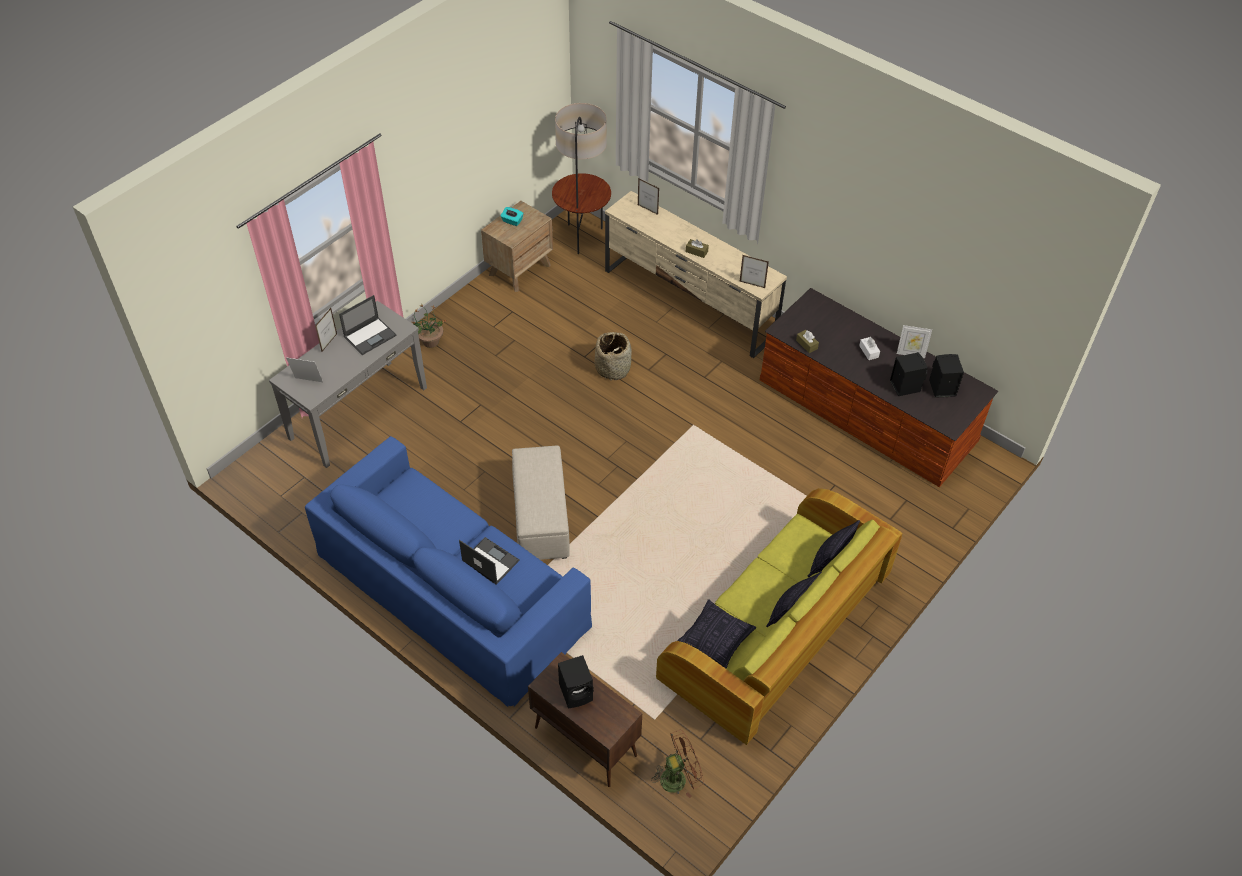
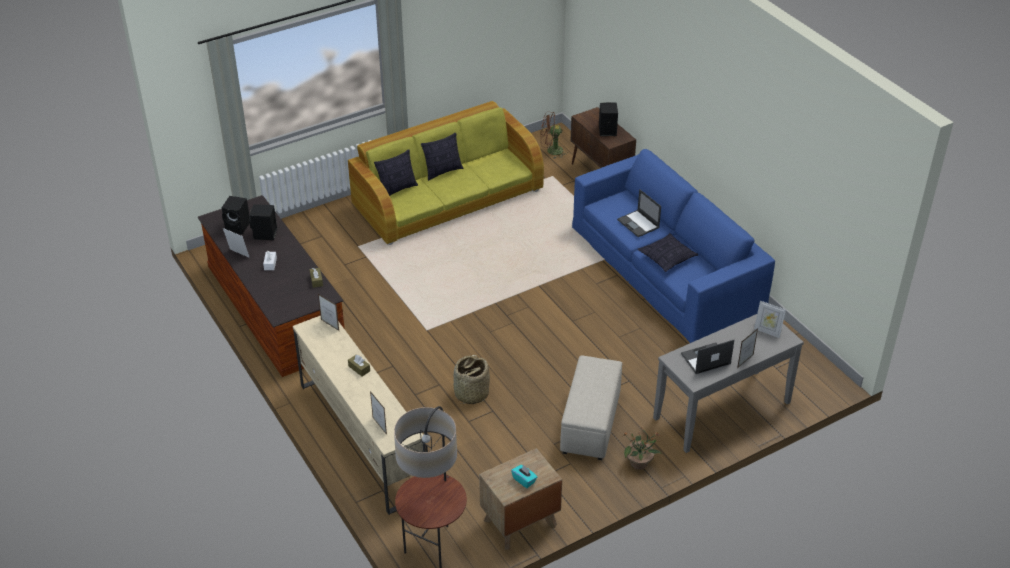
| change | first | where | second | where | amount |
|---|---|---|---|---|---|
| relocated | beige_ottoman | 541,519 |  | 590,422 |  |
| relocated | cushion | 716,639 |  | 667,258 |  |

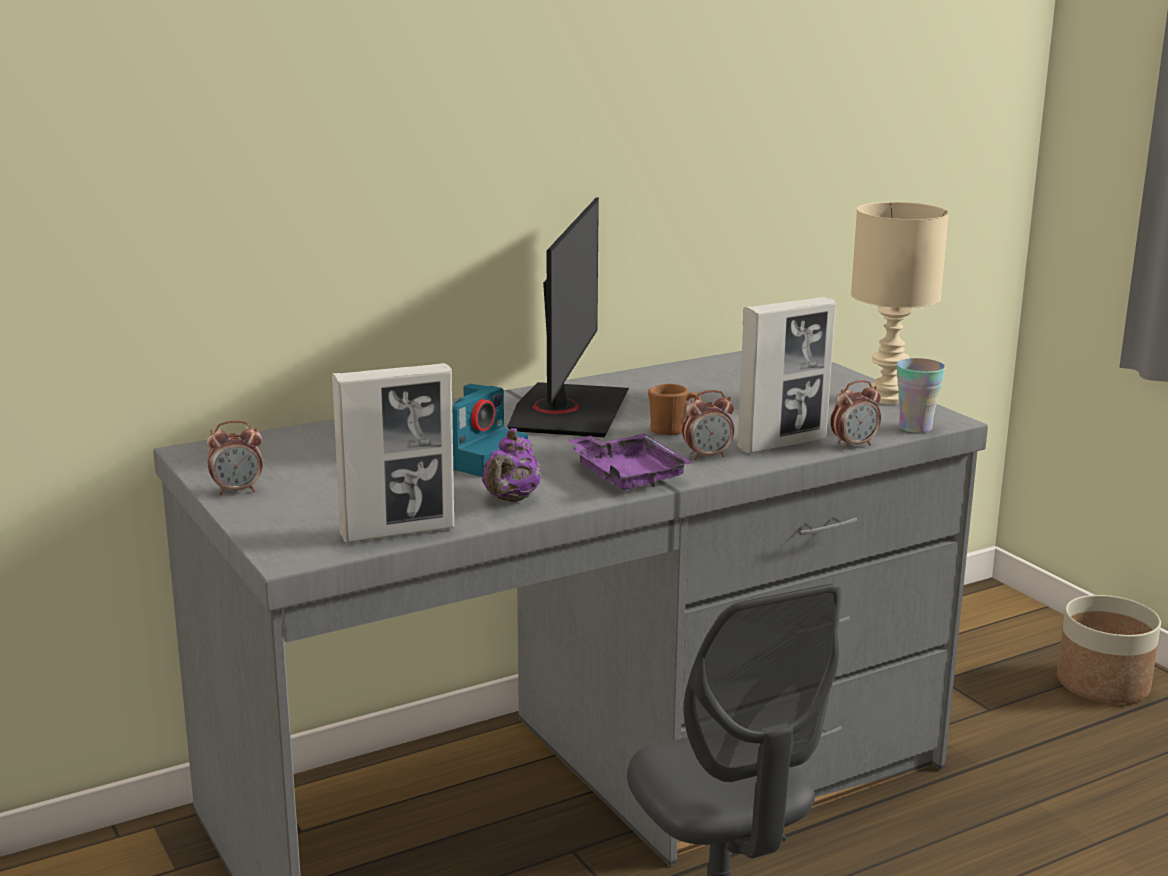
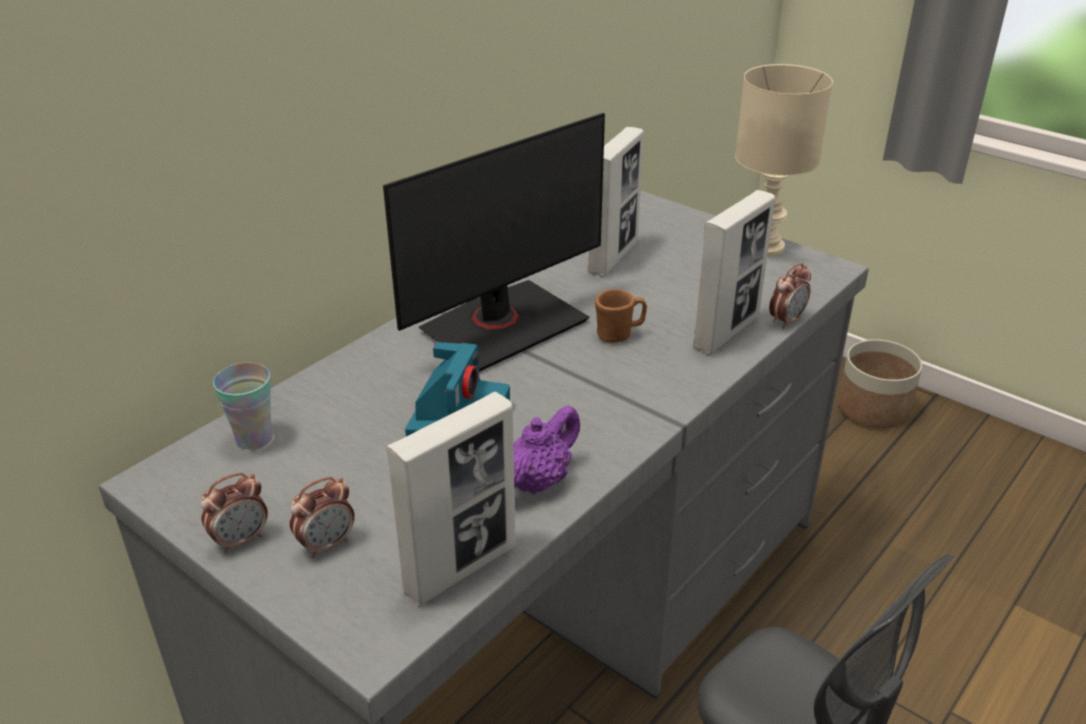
| change | first | where | second | where | amount |
|---|---|---|---|---|---|
| spun | purple-coloured_pot_for_tea | 511,499 |  | 539,480 | 135 degrees counterclockwise |
| spun | computer_display | 567,411 |  | 502,325 | 60 degrees clockwise |
| missing | purple-coloured_serving_tray | 627,475 |  |  |  |
| relocated | bedside_clock | 707,456 |  | 327,544 |  |
| relocated | drinking_cup | 915,428 |  | 254,438 |  |
| appeared |  |  | picture_frame | 613,257 |  |

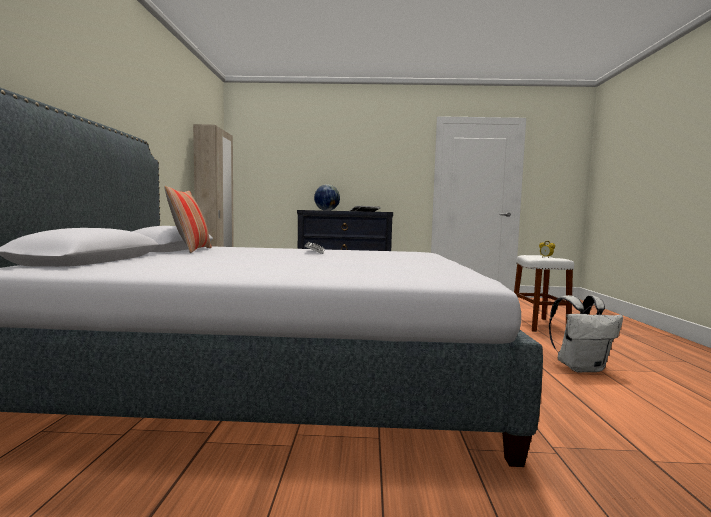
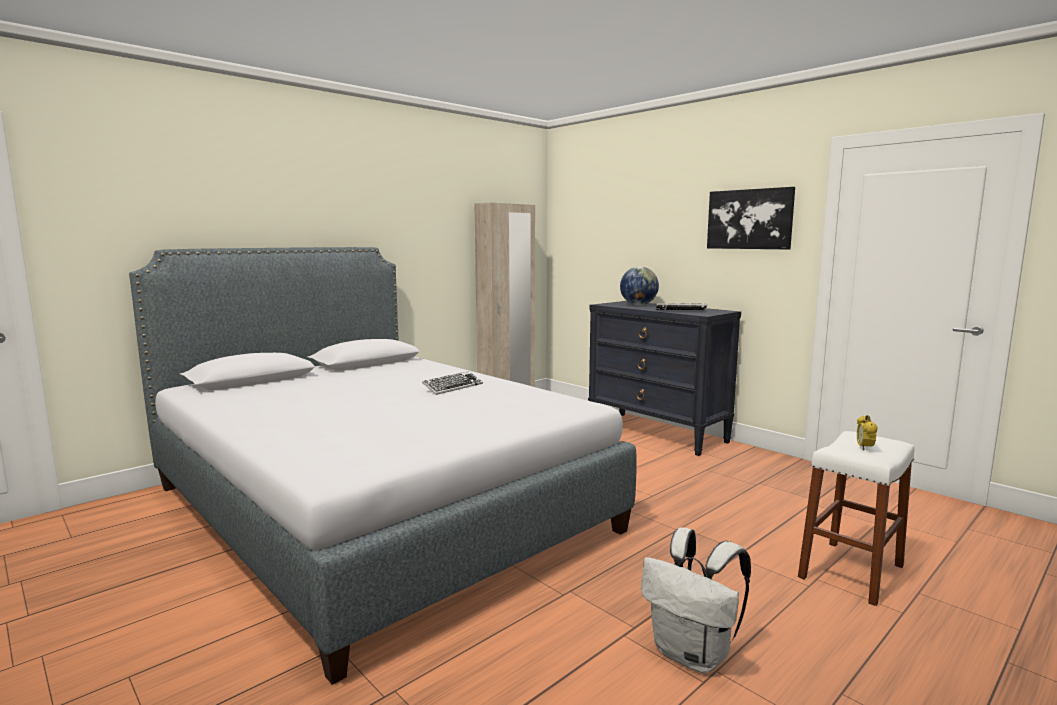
| change | first | where | second | where | amount |
|---|---|---|---|---|---|
| missing | cushion | 191,250 |  |  |  |
| appeared |  |  | wall_art | 749,219 |  |

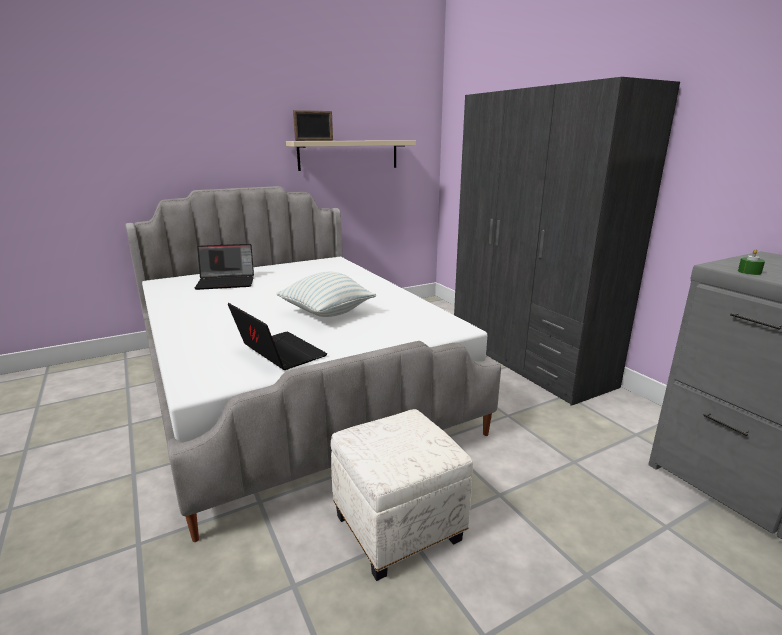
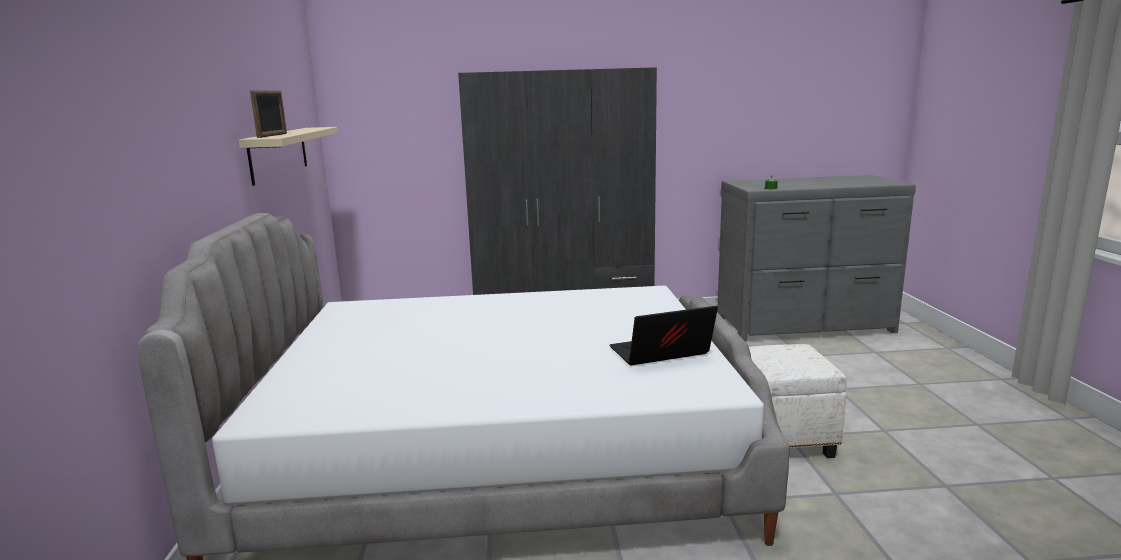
| change | first | where | second | where | amount |
|---|---|---|---|---|---|
| missing | notebook_computer | 227,282 |  |  |  |
| missing | cushion | 326,313 |  |  |  |

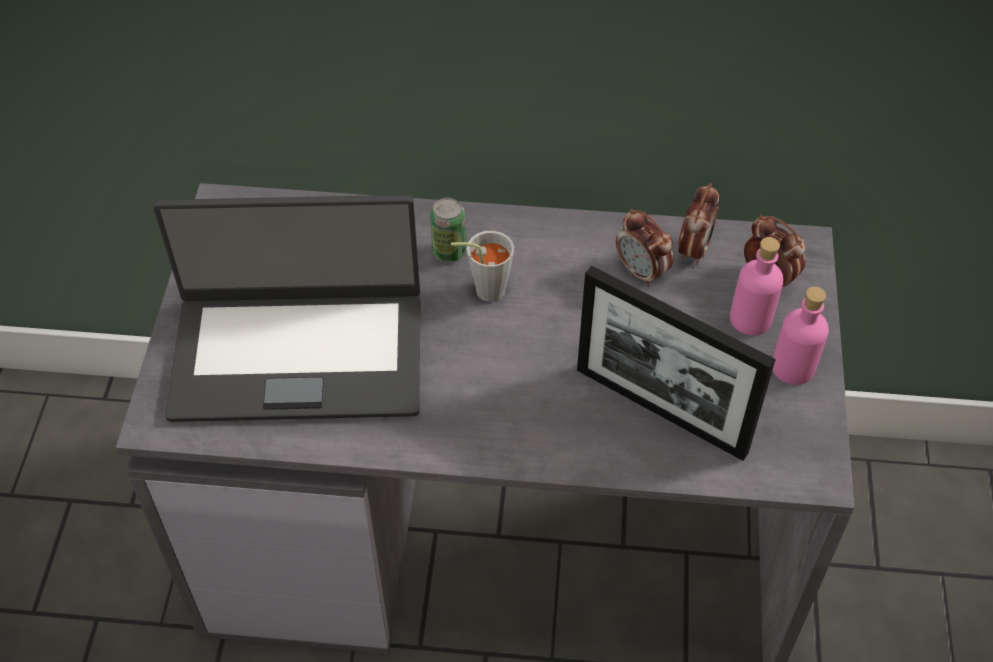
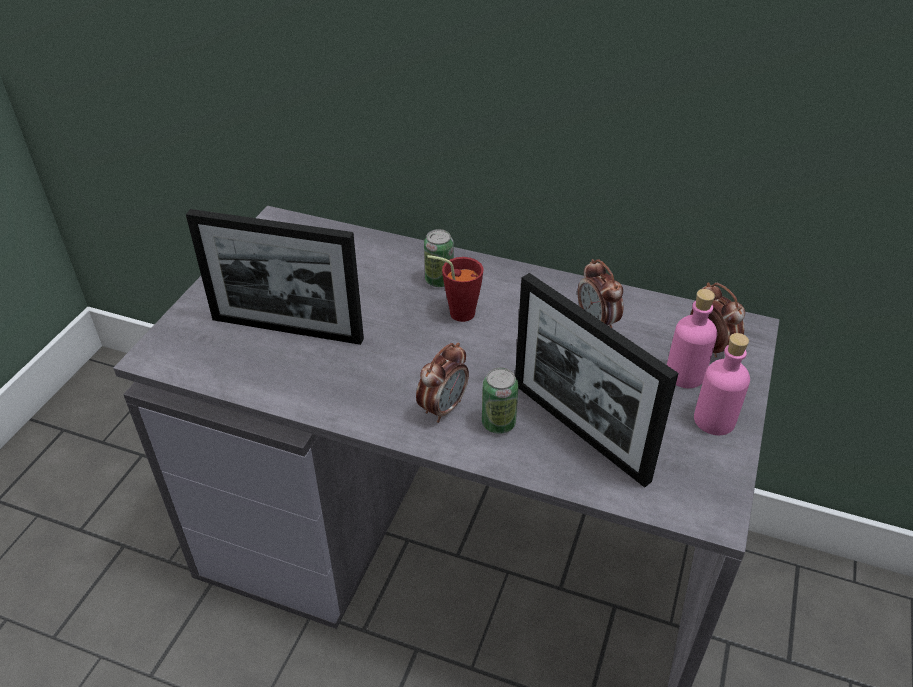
| change | first | where | second | where | amount |
|---|---|---|---|---|---|
| exchanged | notebook_computer | 298,353 | picture_frame | 287,329 |  |
| colour | gray_drinking_cup | 483,290 | red_drinking_cup | 456,312 |  |
| relocated | bedside_clock | 694,249 |  | 443,408 |  |
| appeared |  |  | sealed_can | 498,423 |  |

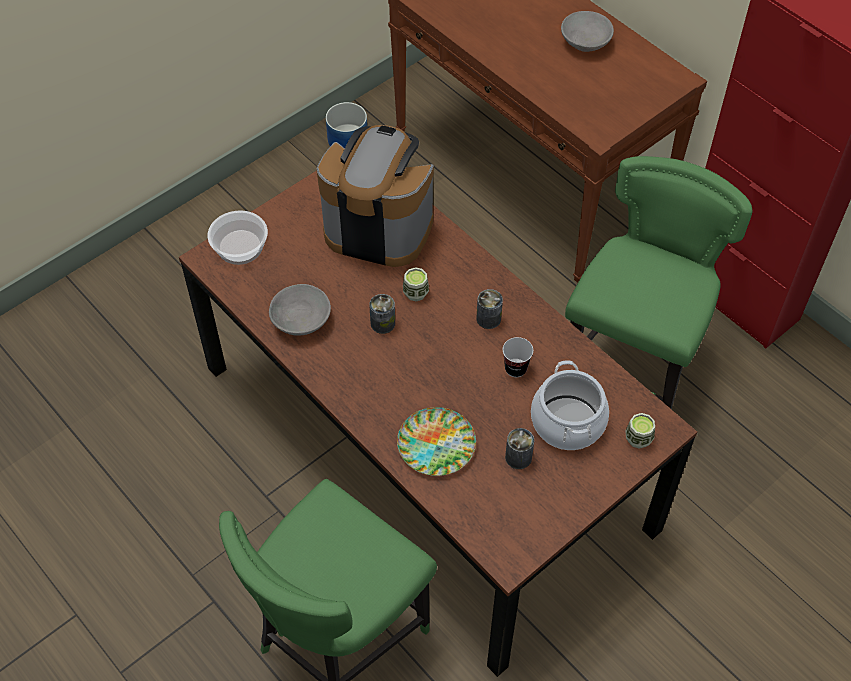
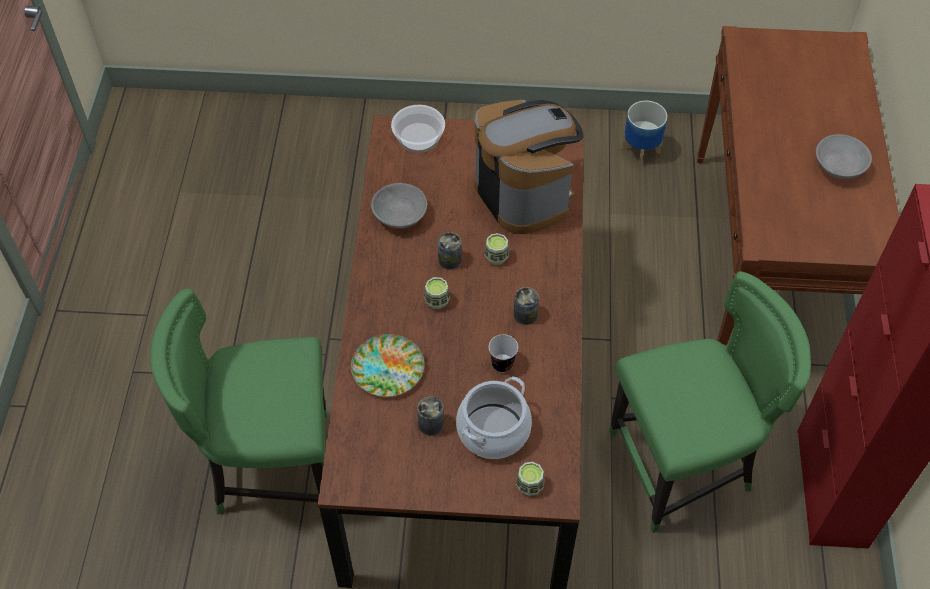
| change | first | where | second | where | amount |
|---|---|---|---|---|---|
| appeared |  |  | drinking_cup | 437,301 |  |

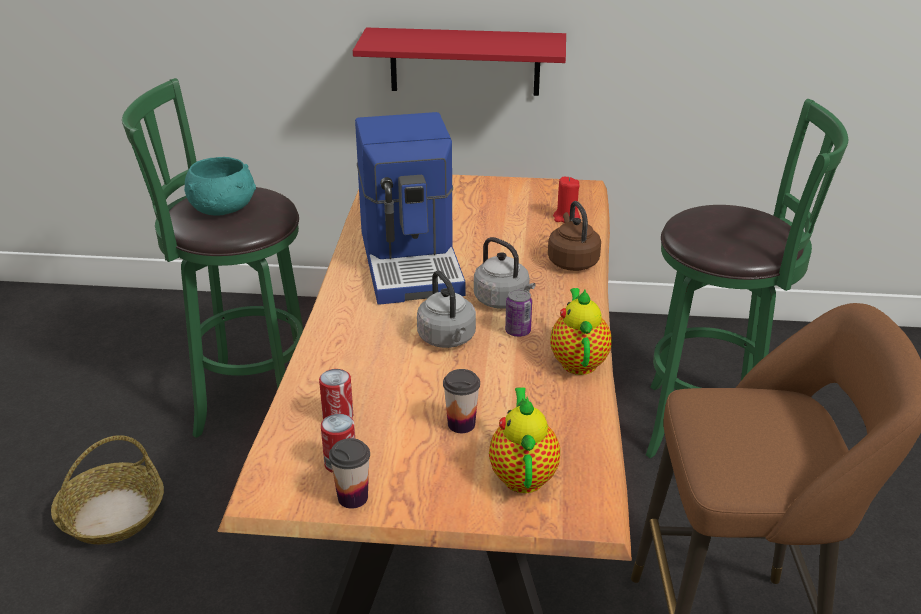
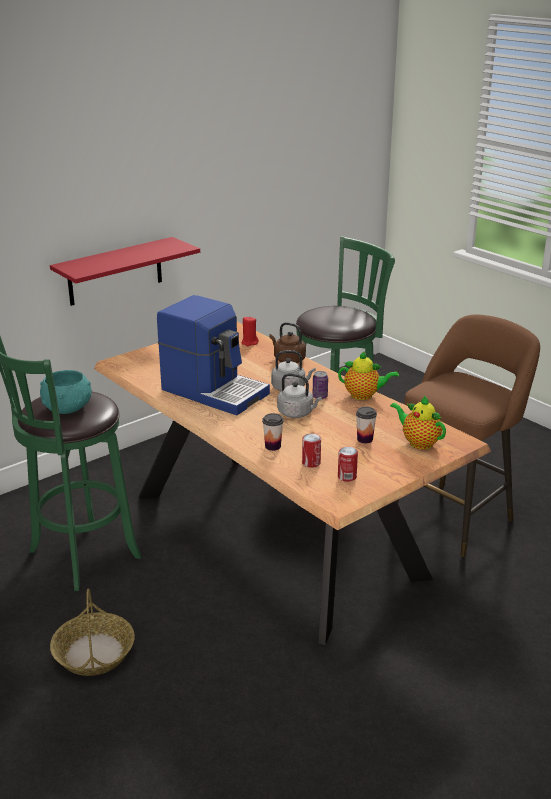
| change | first | where | second | where | amount |
|---|---|---|---|---|---|
| relocated | drinking_cup | 352,498 |  | 273,446 |  |
| spun | pot_for_tea | 578,361 |  | 364,395 | 150 degrees clockwise |

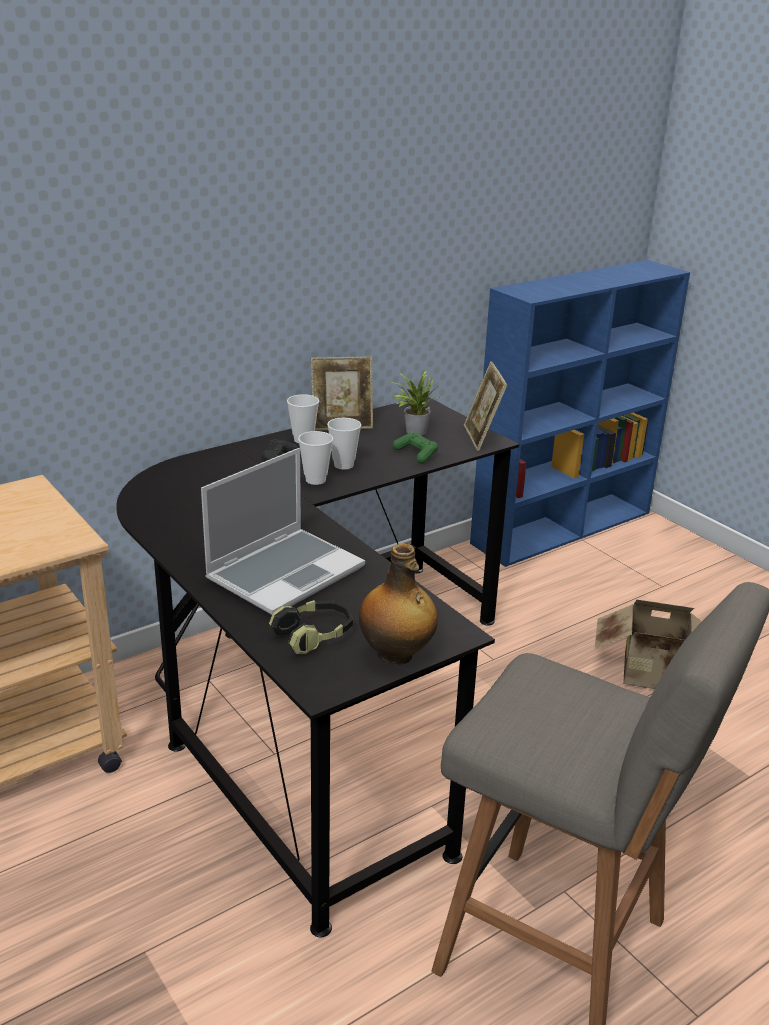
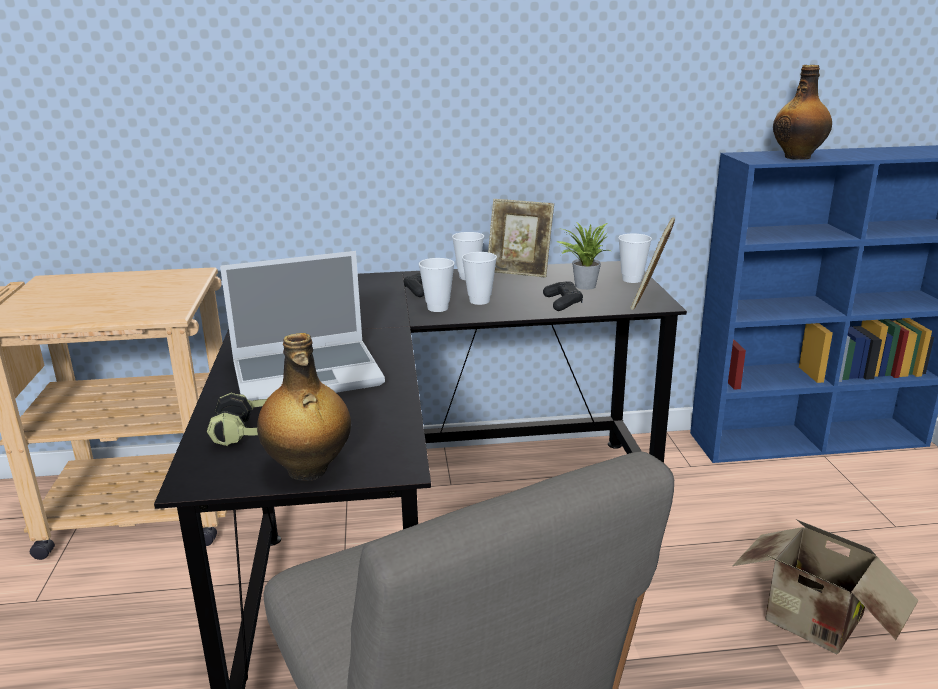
| change | first | where | second | where | amount |
|---|---|---|---|---|---|
| colour | green-coloured_gamepad | 416,454 | blackish_gamepad | 563,303 |  |
| appeared |  |  | drinking_cup | 632,279 |  |
| appeared |  |  | drink_bottle | 798,157 |  |

